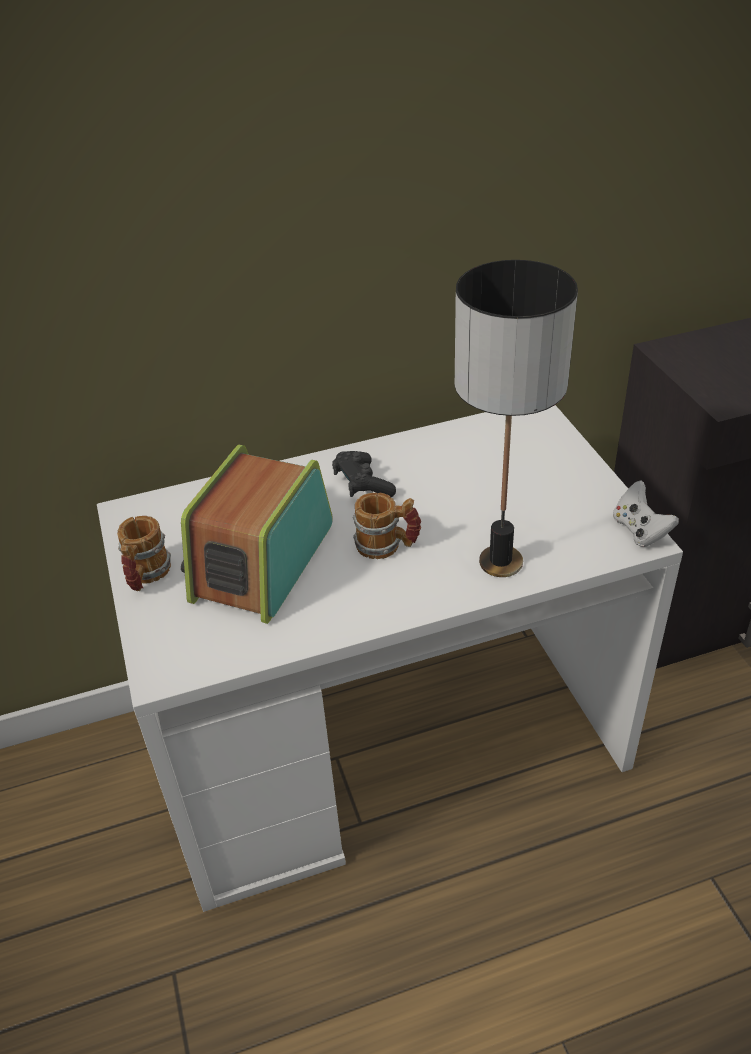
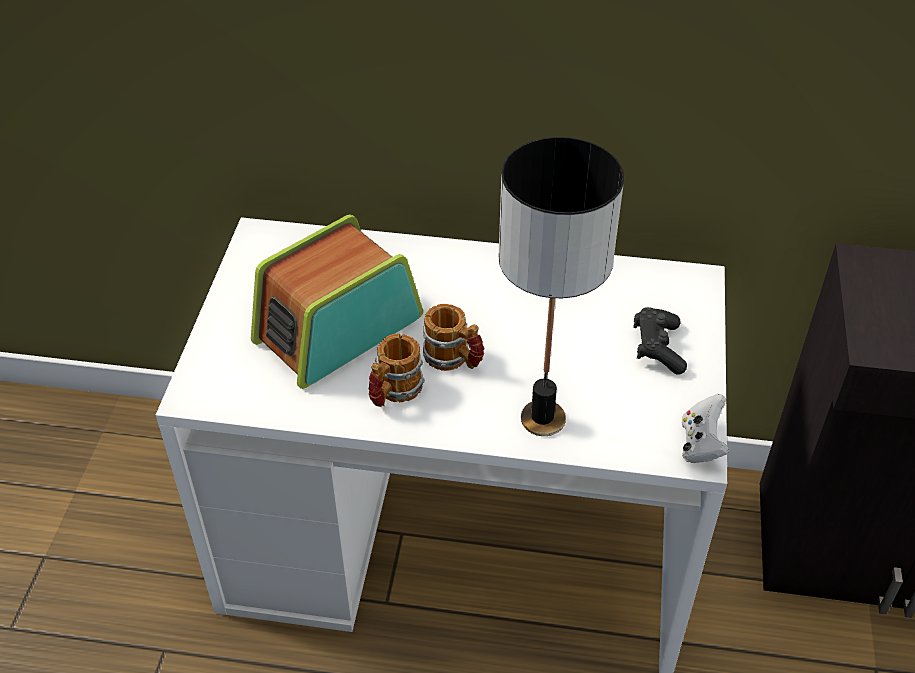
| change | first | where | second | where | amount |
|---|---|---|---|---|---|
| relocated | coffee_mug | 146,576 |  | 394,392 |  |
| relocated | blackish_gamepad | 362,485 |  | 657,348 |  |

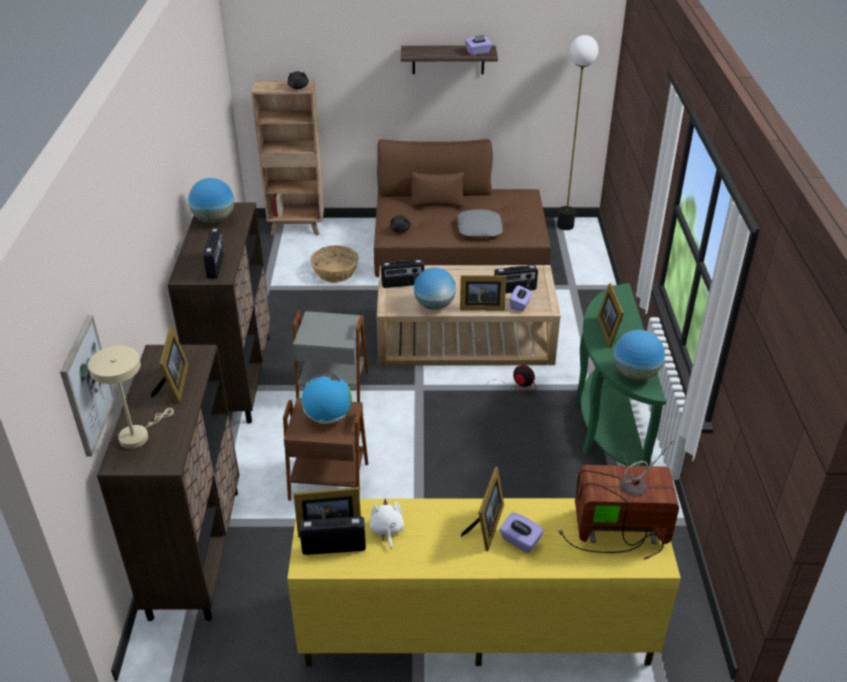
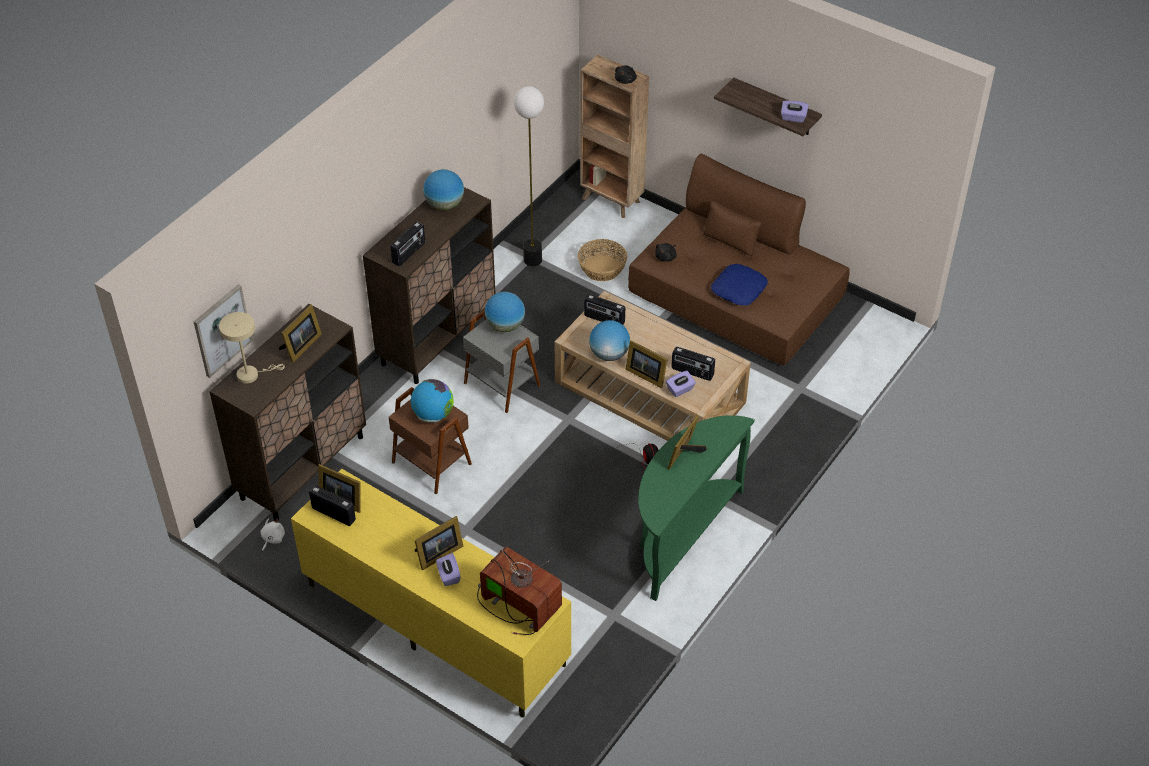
| change | first | where | second | where | amount |
|---|---|---|---|---|---|
| relocated | white-coloured_cuddly_toy | 387,530 |  | 272,539 |  |
| colour | gray_cushion | 479,229 | bluish_cushion | 739,289 |  |
| relocated | standard_lamp | 565,225 |  | 533,260 |  |
| relocated | globe | 635,374 |  | 505,326 |  |

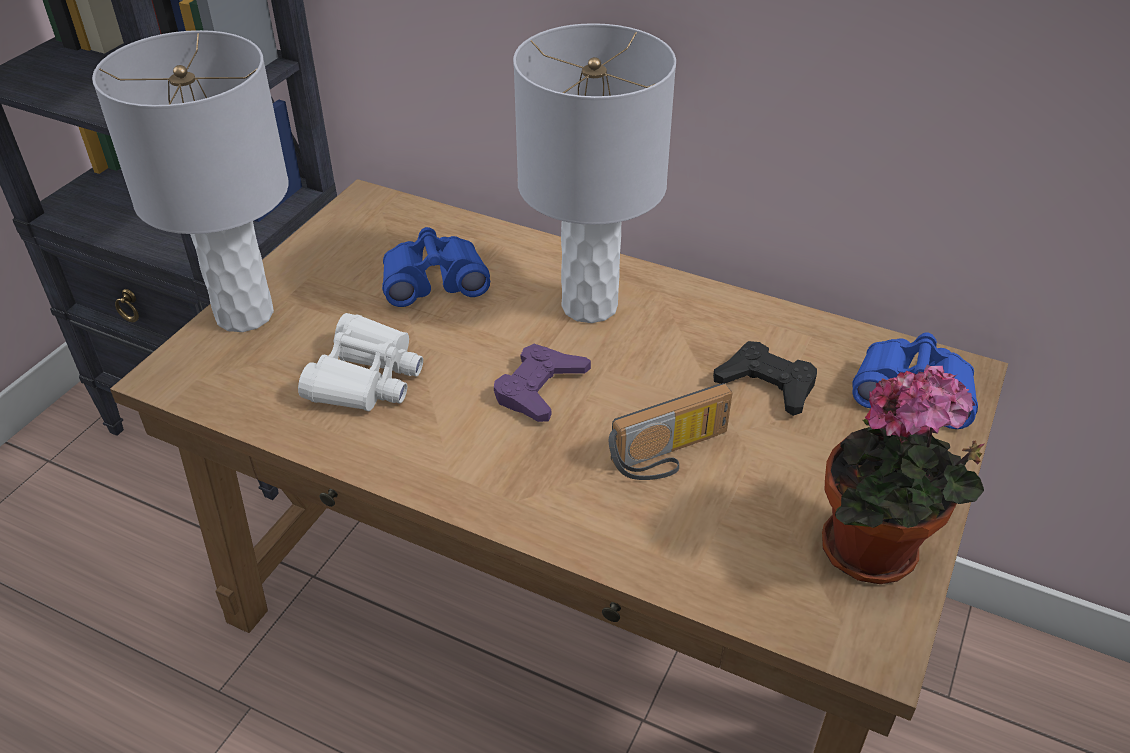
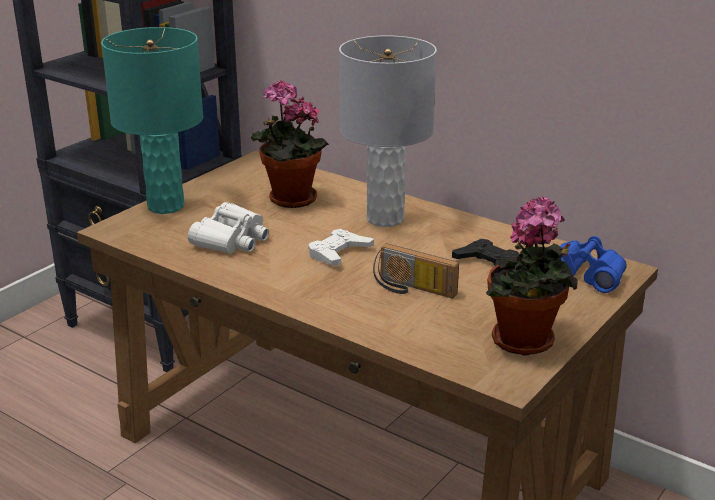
| change | first | where | second | where | amount |
|---|---|---|---|---|---|
| colour | gray_lamp_for_a_table | 245,314 | blue-green_lamp_for_a_table | 166,206 |  |
| exchanged | bluish_binoculars | 434,281 | potted_plant | 289,200 |  |
| colour | purple-coloured_gamepad | 539,388 | white-coloured_gamepad | 339,253 |  |
| spun | radio | 671,455 |  | 412,289 | 45 degrees clockwise |

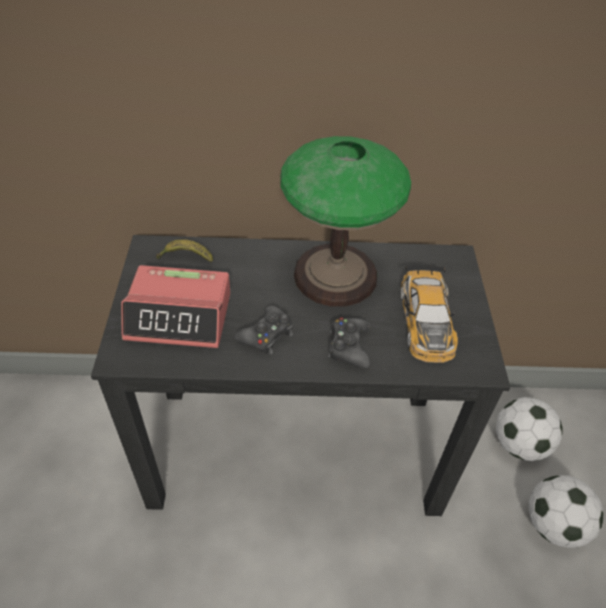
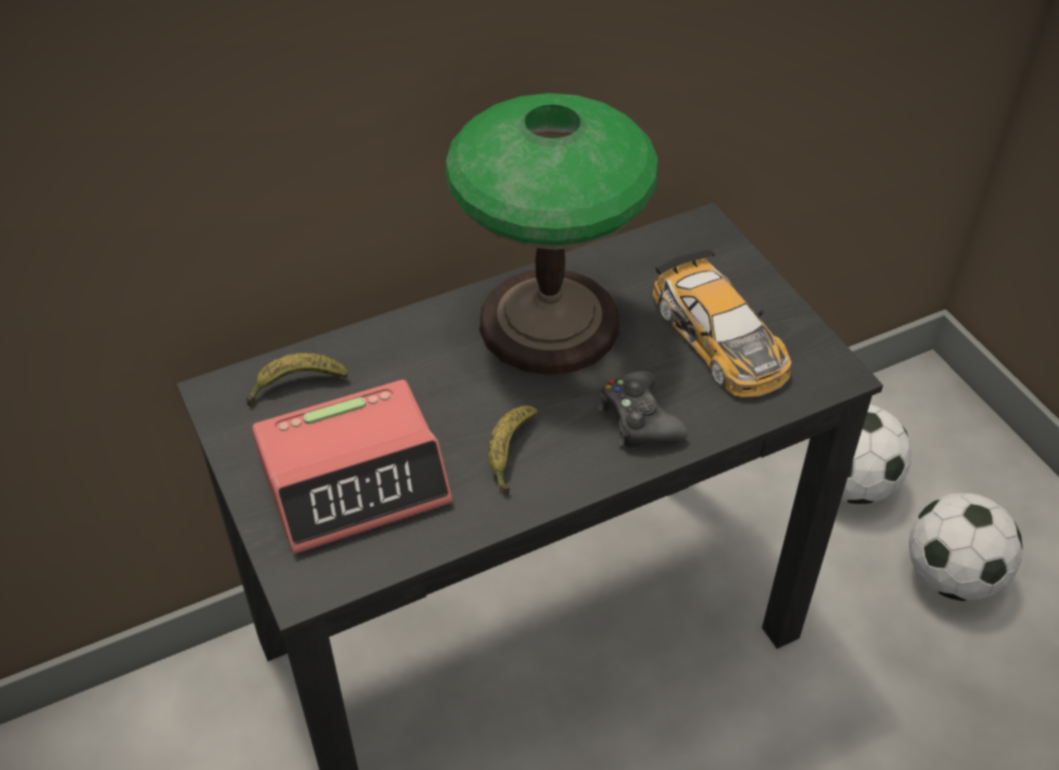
| change | first | where | second | where | amount |
|---|---|---|---|---|---|
| exchanged | blackish_gamepad | 266,335 | banana | 509,453 |  |

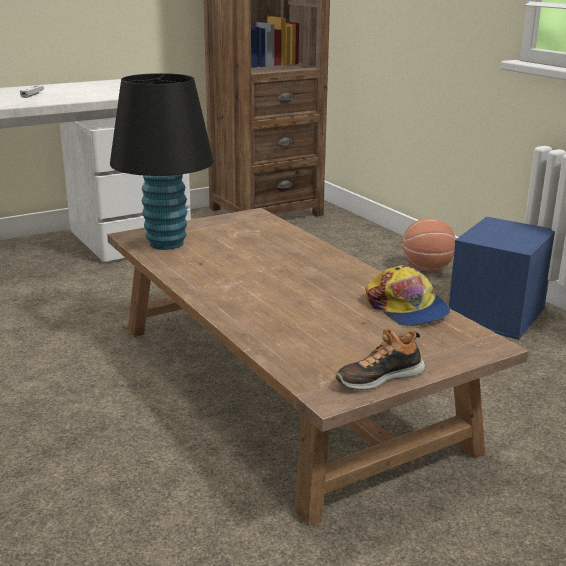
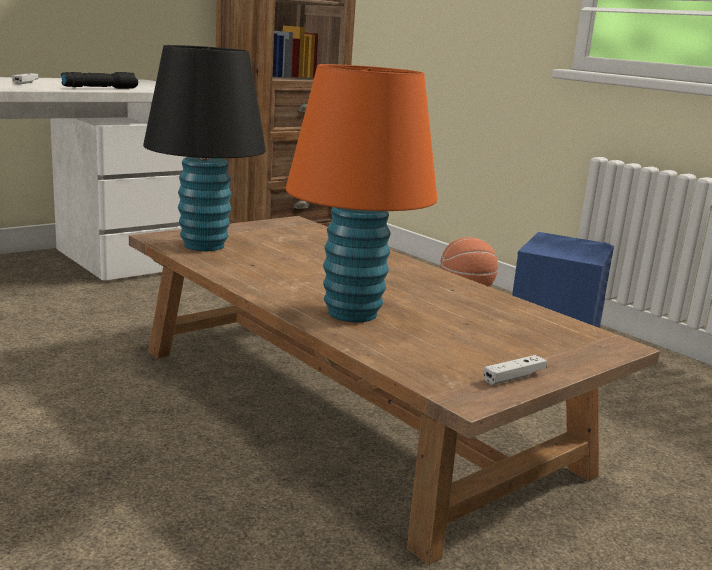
| change | first | where | second | where | amount |
|---|---|---|---|---|---|
| exchanged | shoe | 379,377 | white-coloured_gamepad | 514,377 |  |
| missing | cap | 406,308 |  |  |  |
| appeared |  |  | blackish_torch | 100,88 |  |
| appeared |  |  | orange-coloured_lamp_for_a_table | 352,313 |  |

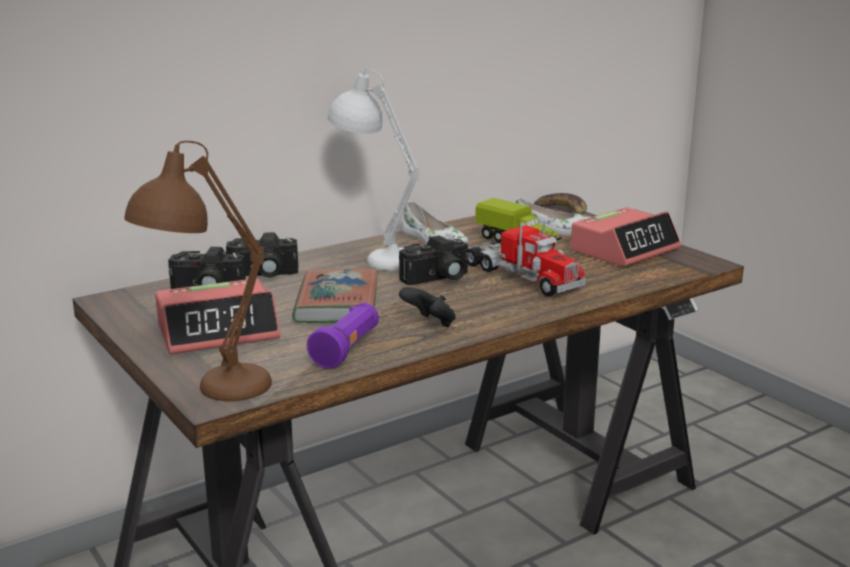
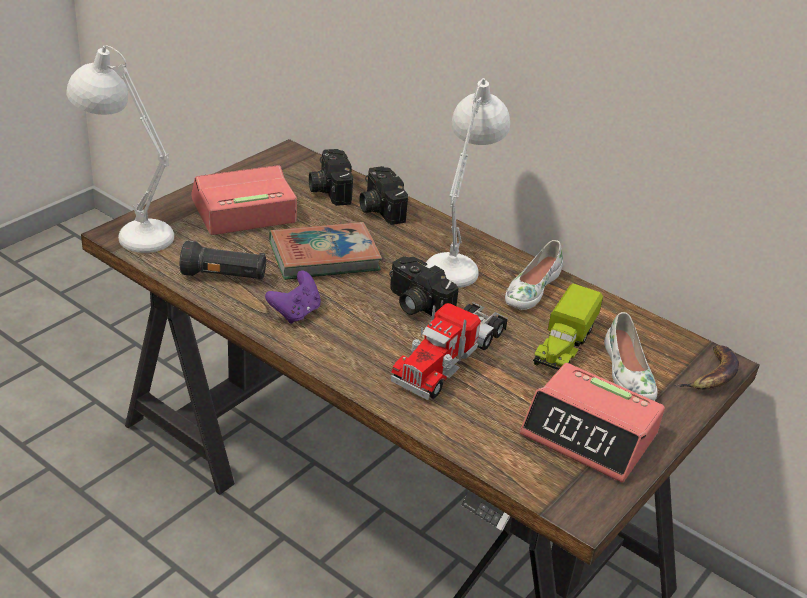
| change | first | where | second | where | amount |
|---|---|---|---|---|---|
| colour | brownish_lamp_for_a_table | 209,394 | white-coloured_lamp_for_a_table | 128,230 |  |
| spun | bedside_clock | 218,331 |  | 243,211 | 105 degrees clockwise |
| colour | purple-coloured_torch | 347,349 | blackish_torch | 224,276 |  |
| colour | blackish_gamepad | 430,324 | purple-coloured_gamepad | 295,312 |  |

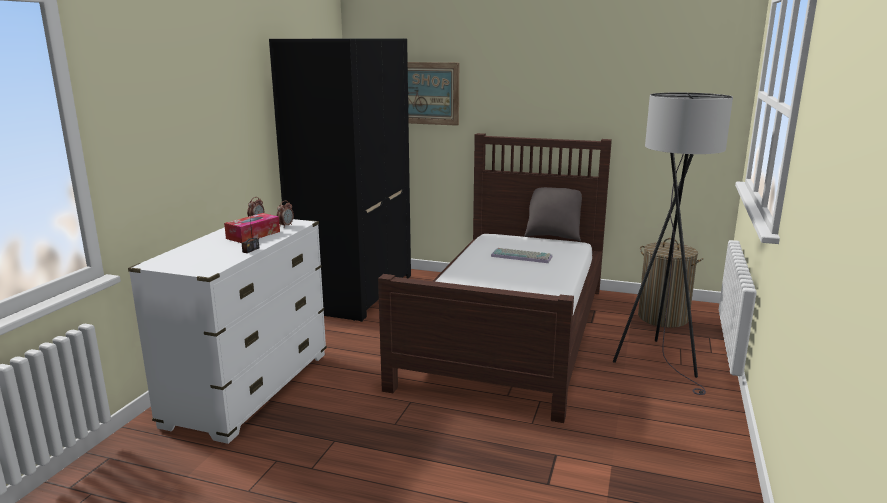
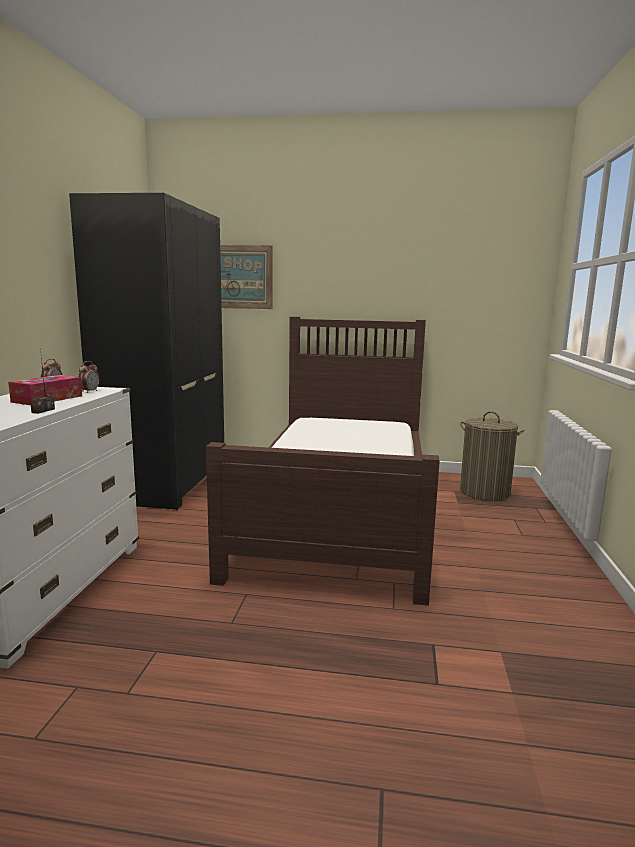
| change | first | where | second | where | amount |
|---|---|---|---|---|---|
| missing | PC_keyboard | 522,256 |  |  |  |
| missing | gray_cushion | 553,237 |  |  |  |
| missing | gray_standard_lamp | 661,362 |  |  |  |

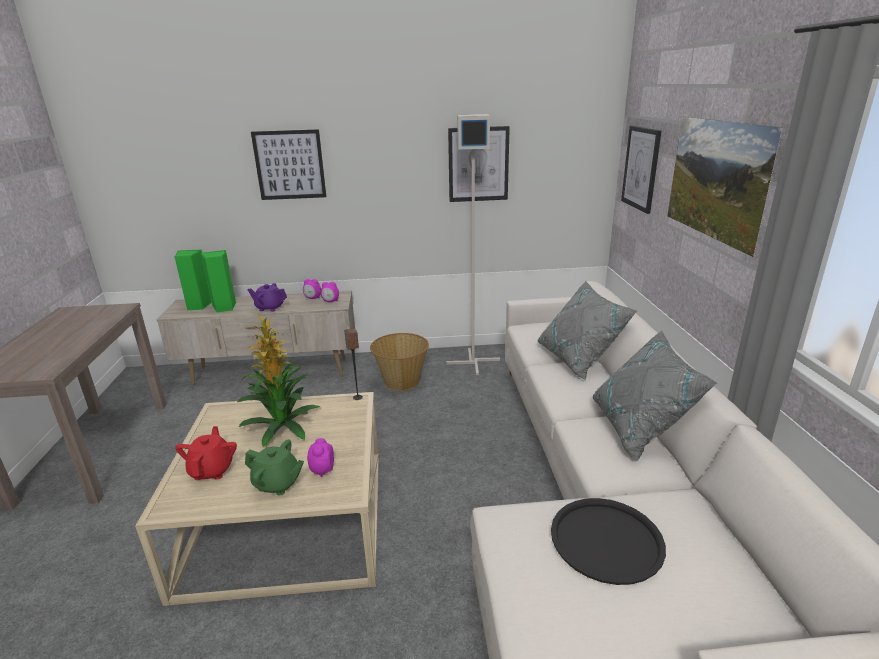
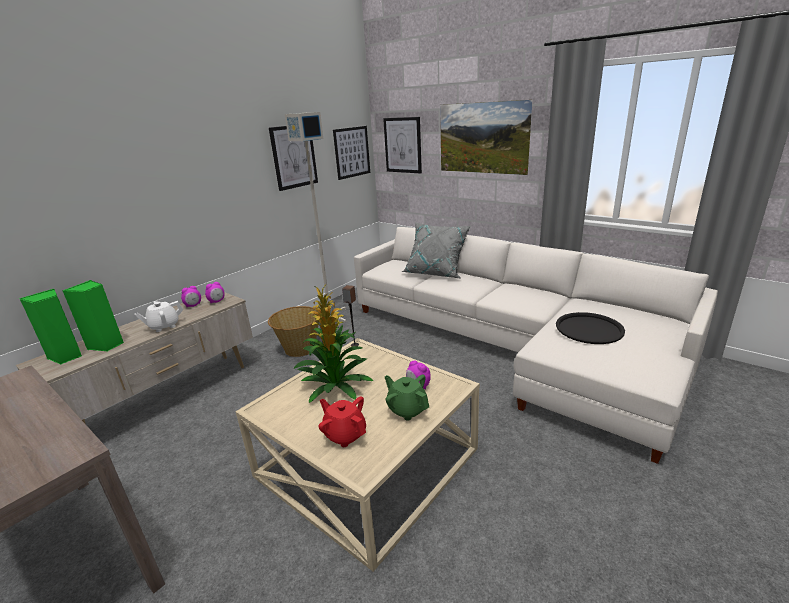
| change | first | where | second | where | amount |
|---|---|---|---|---|---|
| spun | green-coloured_pot_for_tea | 277,484 |  | 407,409 | 105 degrees counterclockwise |
| colour | purple-coloured_pot_for_tea | 269,308 | white-coloured_pot_for_tea | 164,326 |  |
| relocated | wall_art | 289,165 |  | 352,152 |  |
| missing | gray_cushion | 640,428 |  |  |  |

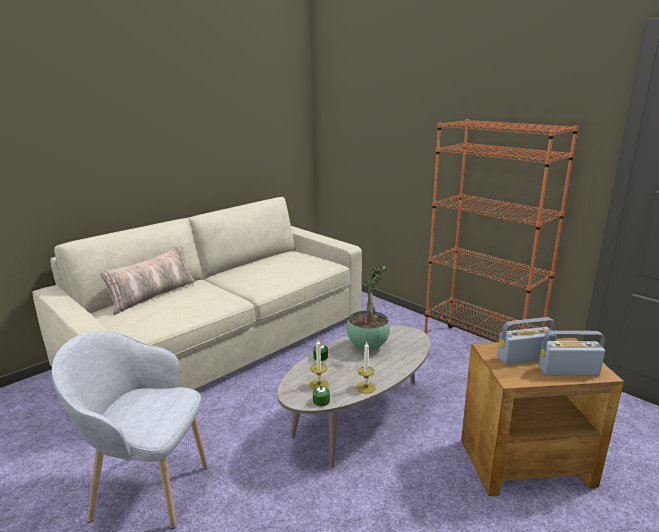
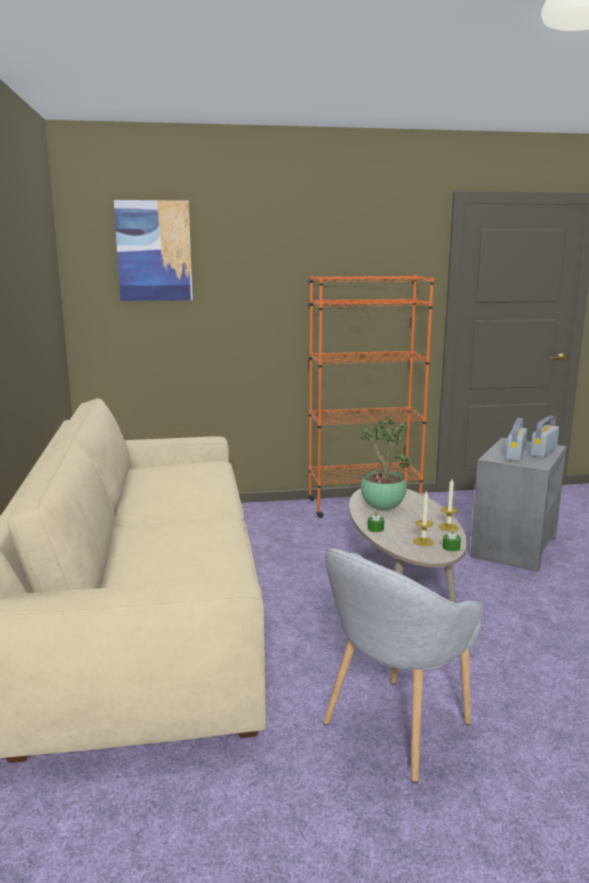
| change | first | where | second | where | amount |
|---|---|---|---|---|---|
| missing | cushion | 153,295 |  |  |  |
| colour | brownish_end_table | 524,461 | gray_end_table | 513,547 |  |
| appeared |  |  | wall_art | 154,251 |  |

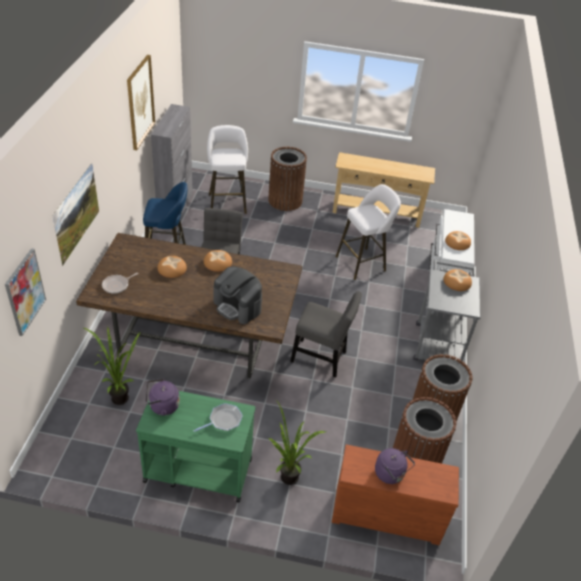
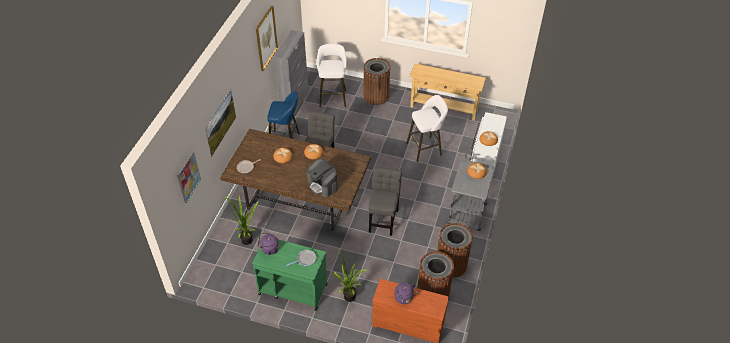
| change | first | where | second | where | amount |
|---|---|---|---|---|---|
| spun | gray_chair | 321,358 |  | 383,219 | 105 degrees counterclockwise |

